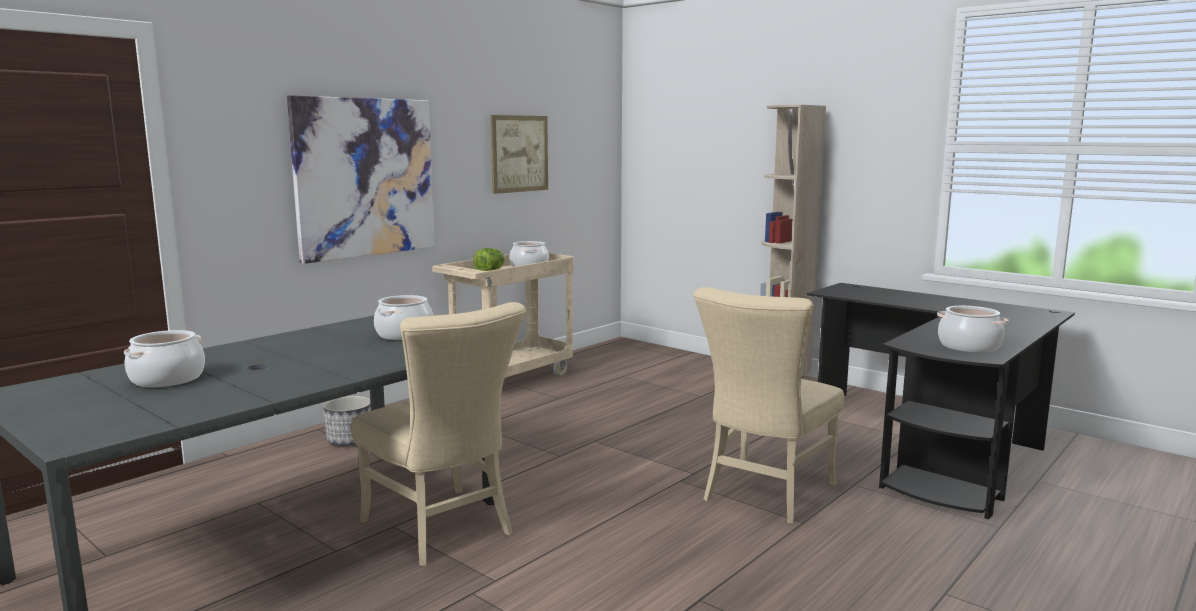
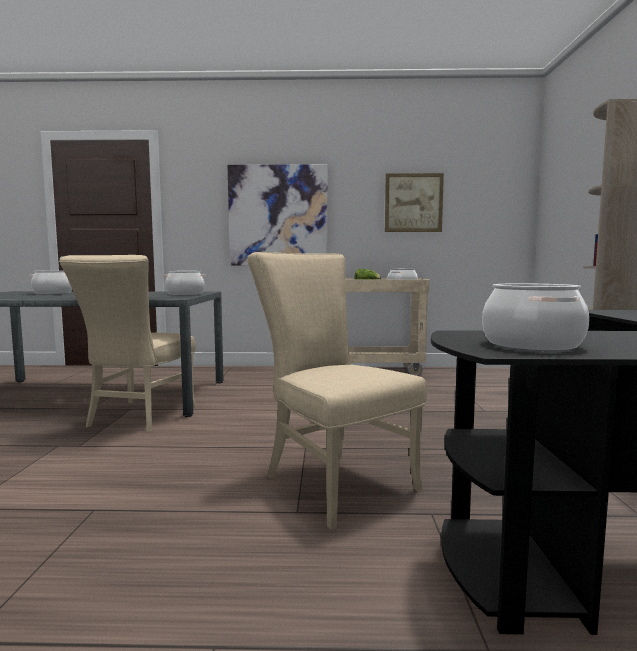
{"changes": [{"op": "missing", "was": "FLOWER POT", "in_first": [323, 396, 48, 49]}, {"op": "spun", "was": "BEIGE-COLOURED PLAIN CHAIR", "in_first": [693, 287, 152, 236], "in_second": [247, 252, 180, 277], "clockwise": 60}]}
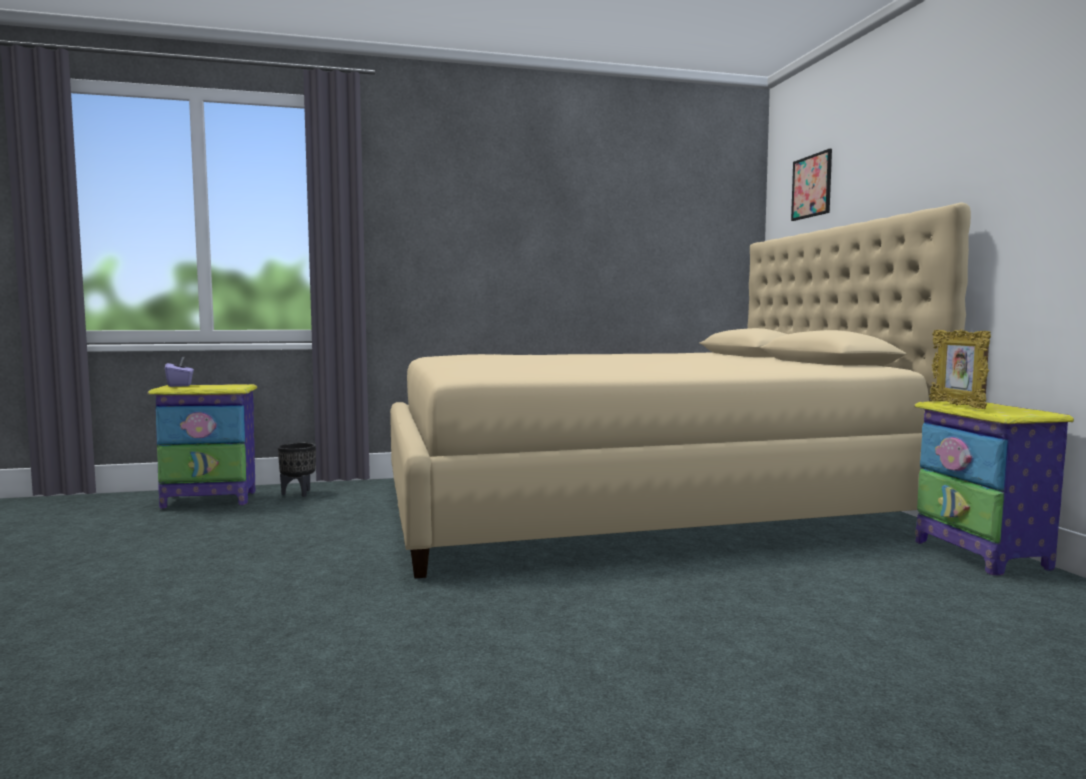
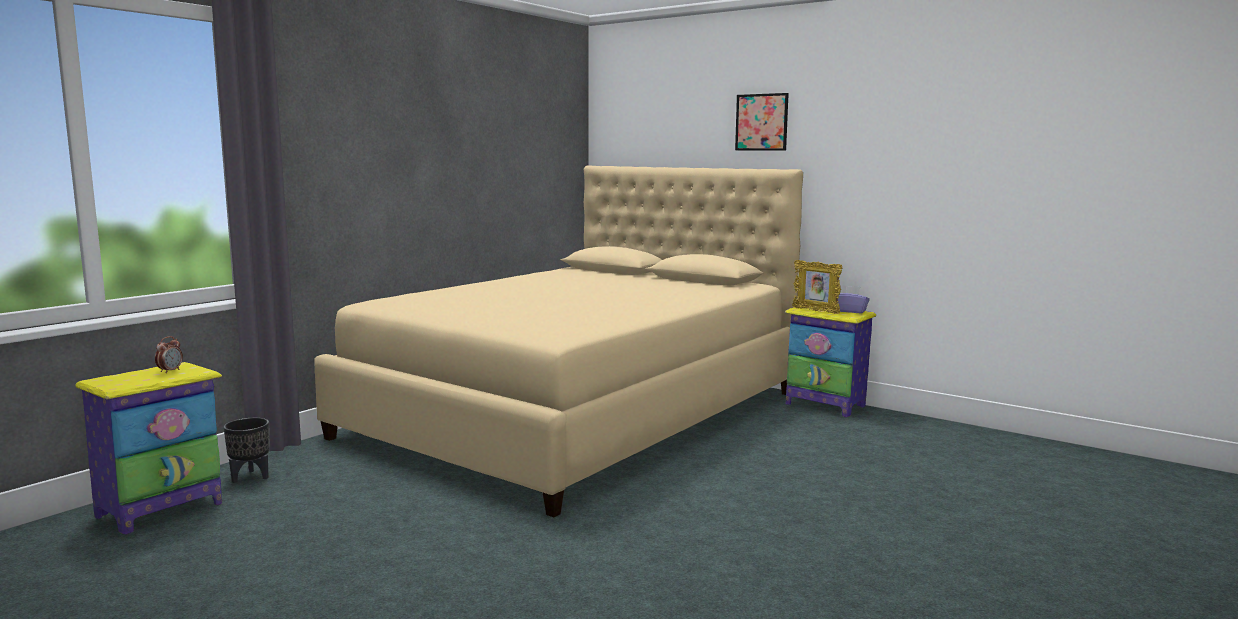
{"changes": [{"op": "relocated", "was": "PURPLISH TISSUE BOX", "in_first": [165, 356, 29, 31], "in_second": [837, 286, 33, 27]}, {"op": "relocated", "was": "WALL ART", "in_first": [791, 149, 41, 72], "in_second": [735, 93, 54, 58]}, {"op": "appeared", "now": "TABLE CLOCK", "in_second": [155, 336, 28, 37]}]}
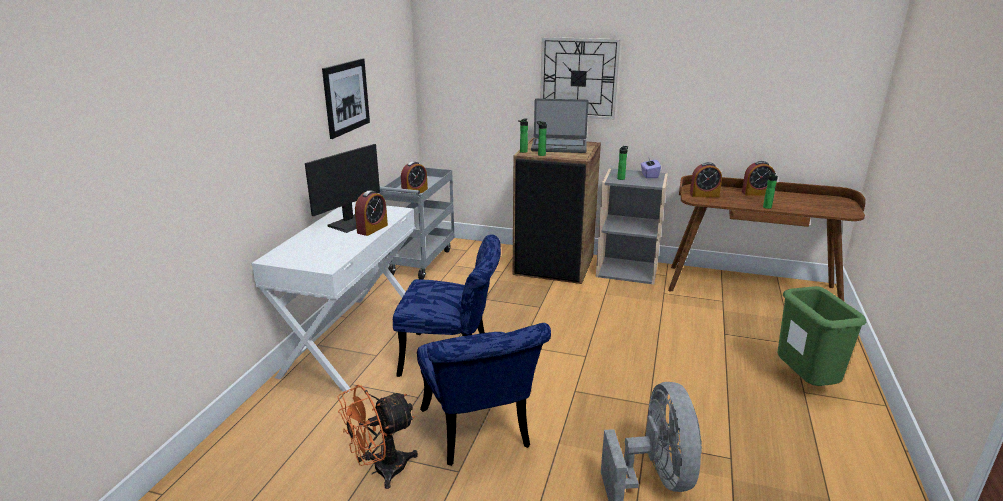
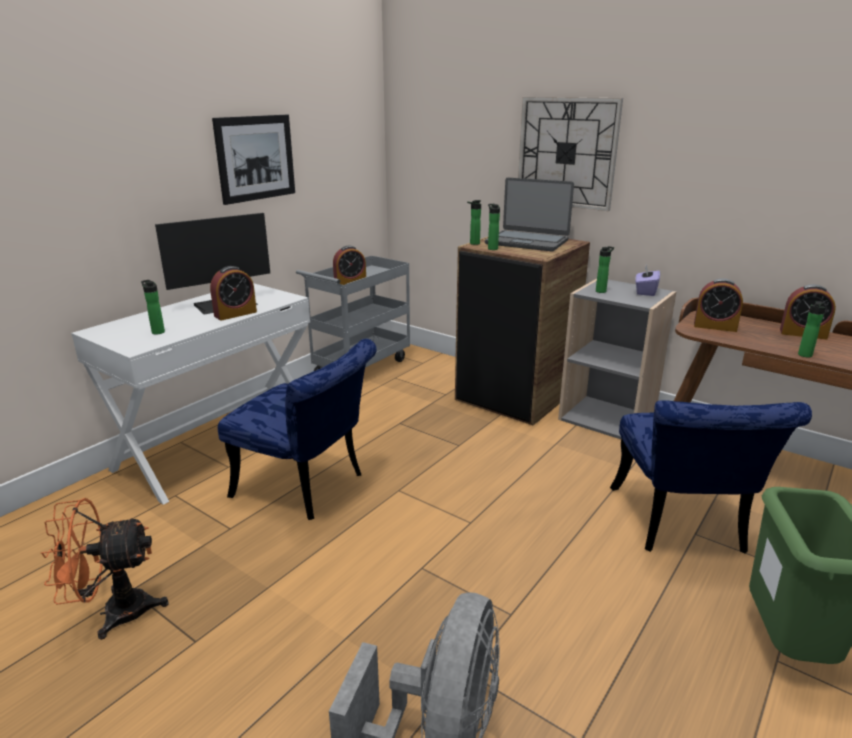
{"changes": [{"op": "relocated", "was": "BLUE PLAIN CHAIR", "in_first": [417, 323, 134, 143], "in_second": [610, 400, 202, 154]}, {"op": "appeared", "now": "BEVERAGE BOTTLE", "in_second": [141, 280, 24, 55]}]}
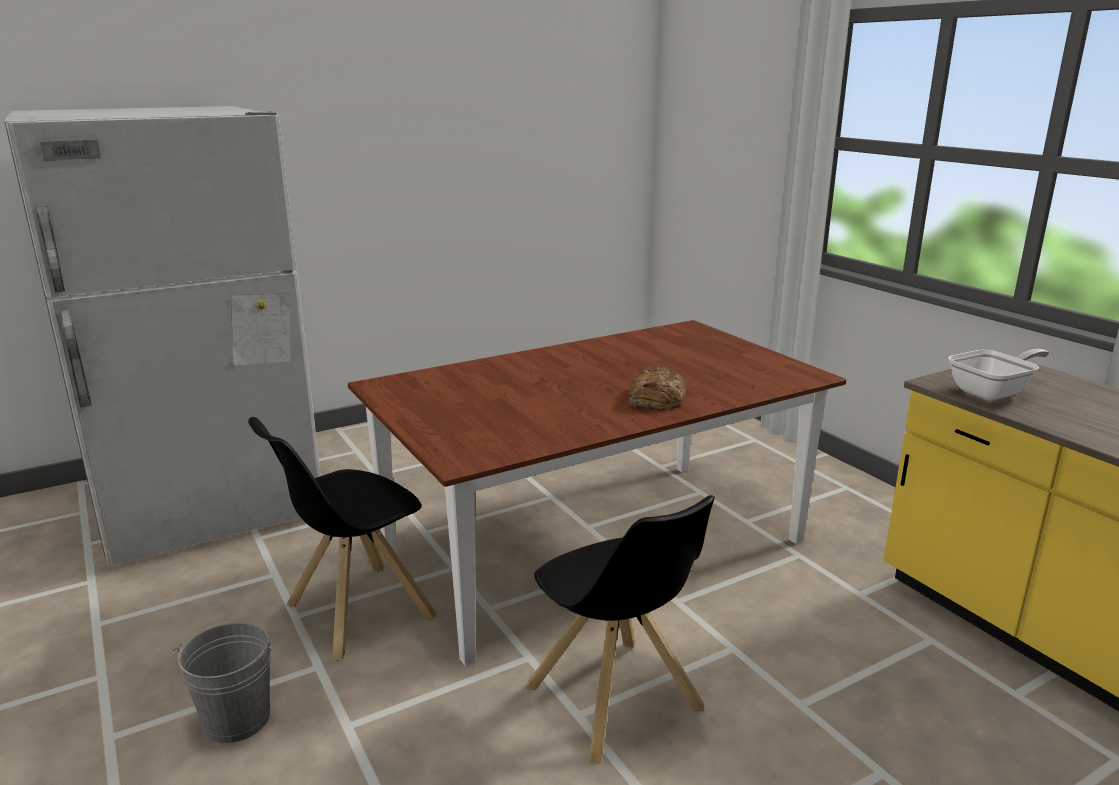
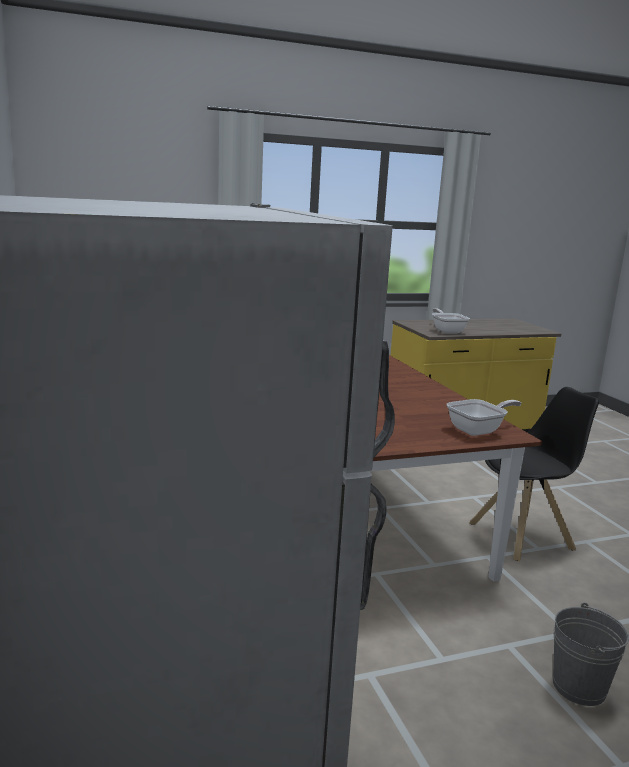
{"changes": [{"op": "missing", "was": "BLACK PLAIN CHAIR", "in_first": [248, 417, 188, 243]}, {"op": "missing", "was": "BREAD", "in_first": [627, 366, 60, 44]}, {"op": "appeared", "now": "FRYING PAN", "in_second": [447, 399, 74, 37]}]}
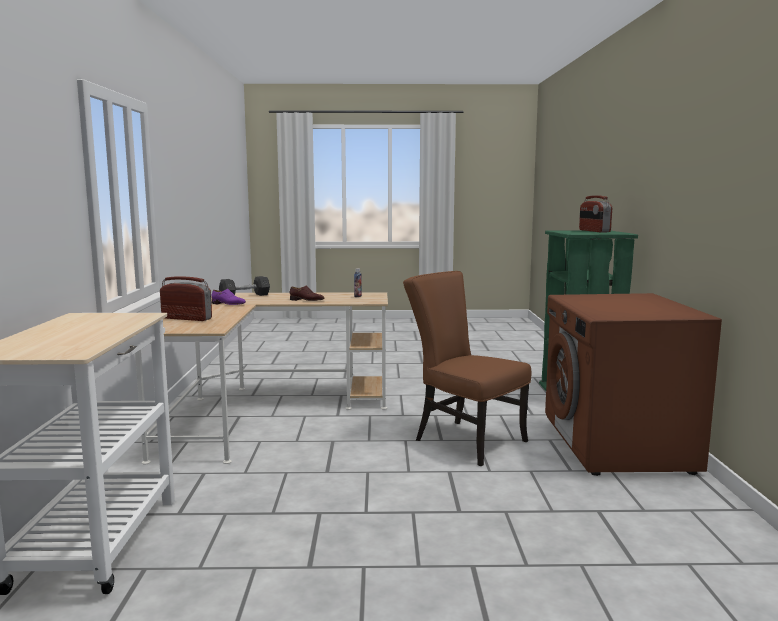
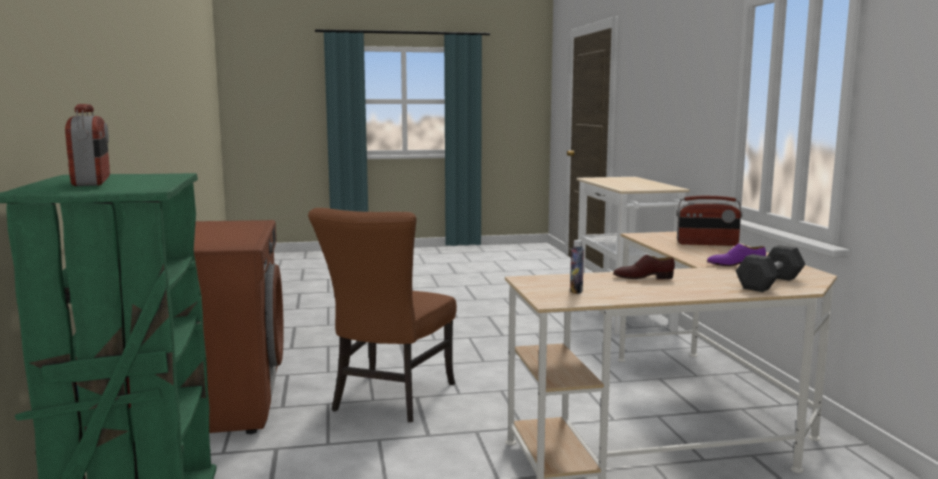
{"changes": [{"op": "spun", "was": "BROWNISH PLAIN CHAIR", "in_first": [403, 271, 128, 195], "in_second": [308, 208, 149, 214], "clockwise": 75}]}
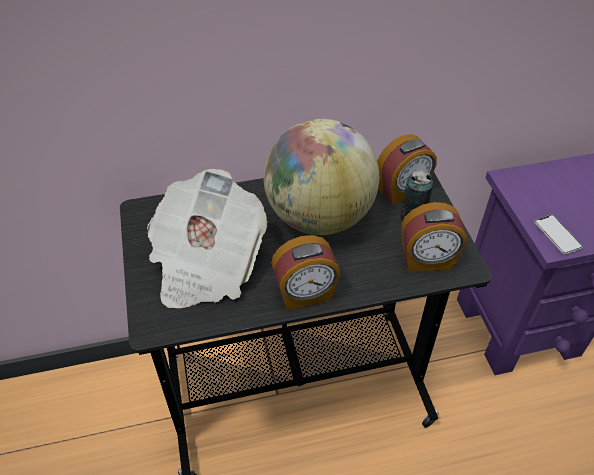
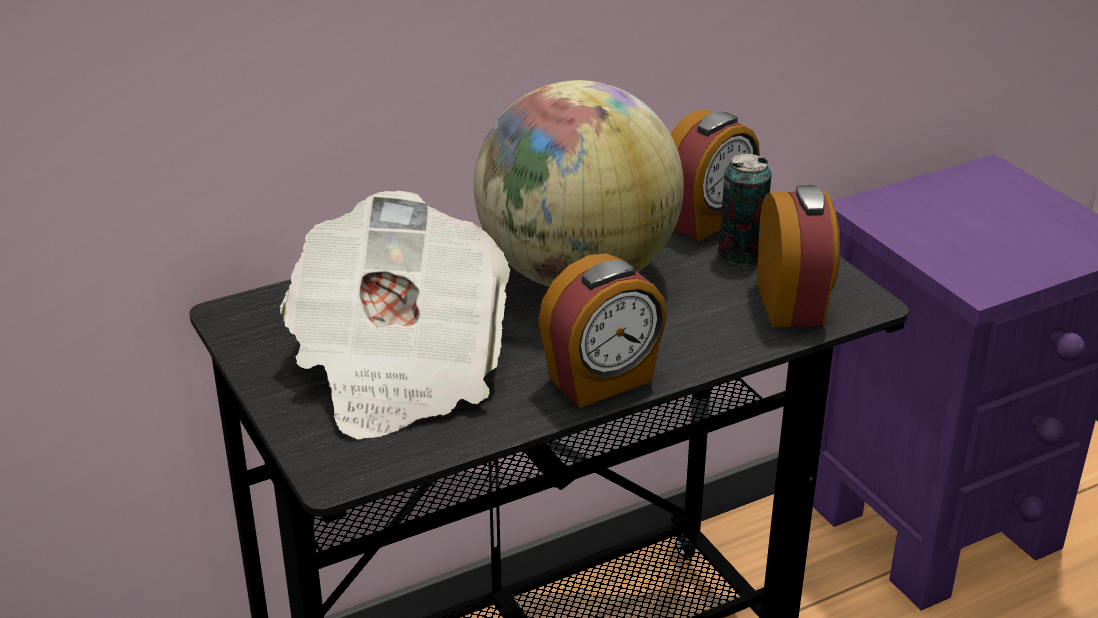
{"changes": [{"op": "spun", "was": "TABLE CLOCK", "in_first": [401, 202, 66, 70], "in_second": [757, 185, 83, 142], "clockwise": -75}, {"op": "missing", "was": "HANDSET", "in_first": [534, 215, 49, 40]}]}
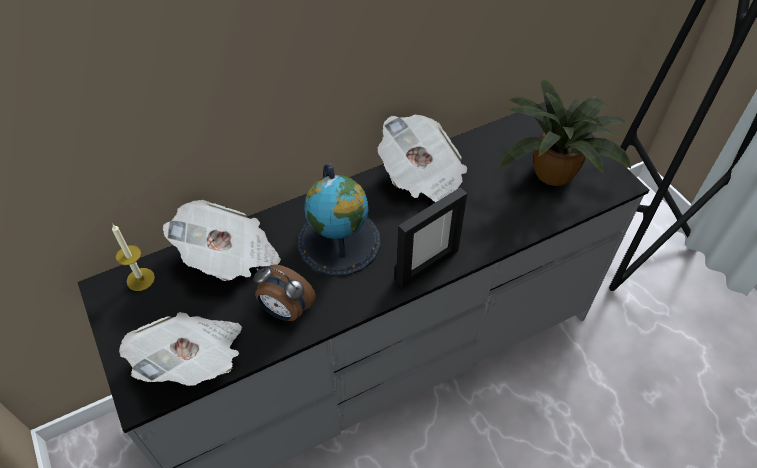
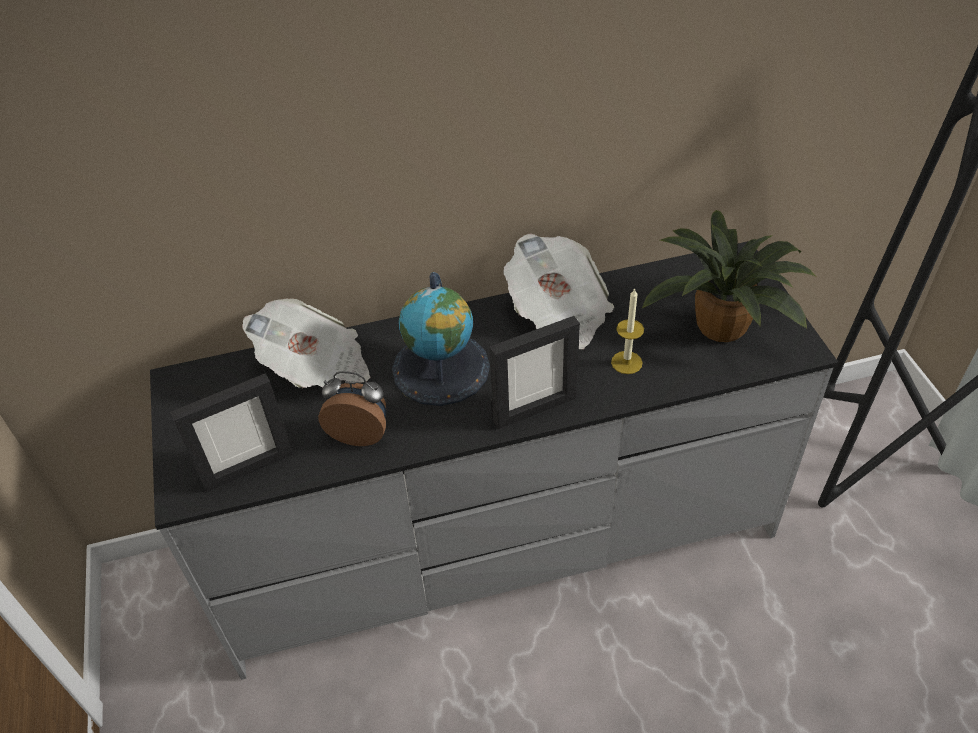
{"changes": [{"op": "relocated", "was": "WAX LIGHT", "in_first": [112, 224, 43, 67], "in_second": [611, 288, 33, 86]}, {"op": "exchanged", "was": "PRINTED PAPER", "now": "PICTURE FRAME", "in_first": [119, 312, 123, 74], "in_second": [170, 373, 123, 119]}, {"op": "spun", "was": "TABLE CLOCK", "in_first": [253, 264, 63, 57], "in_second": [318, 371, 68, 75], "clockwise": 150}]}
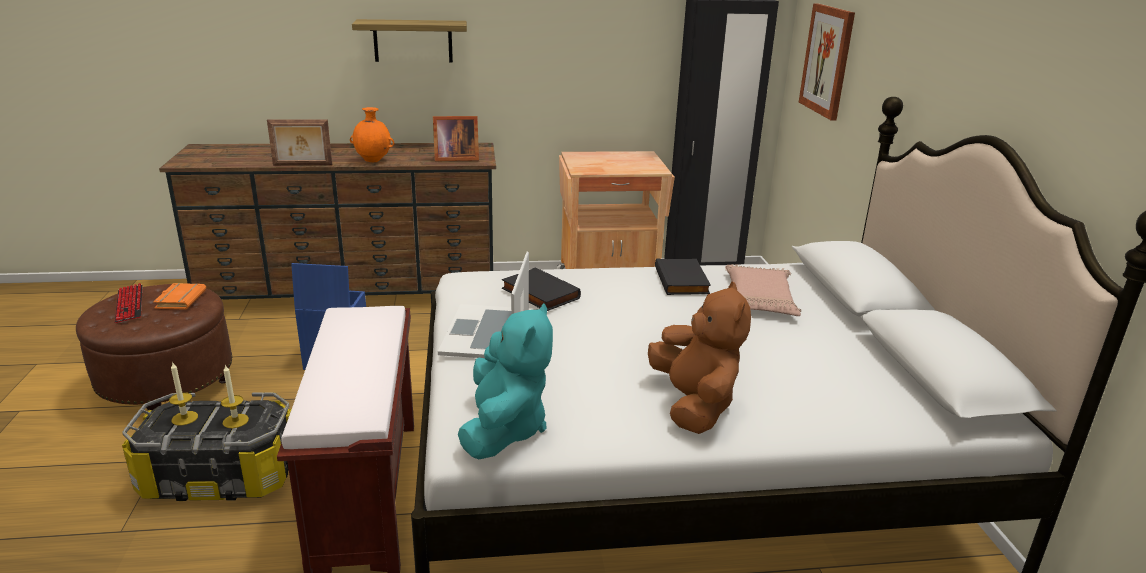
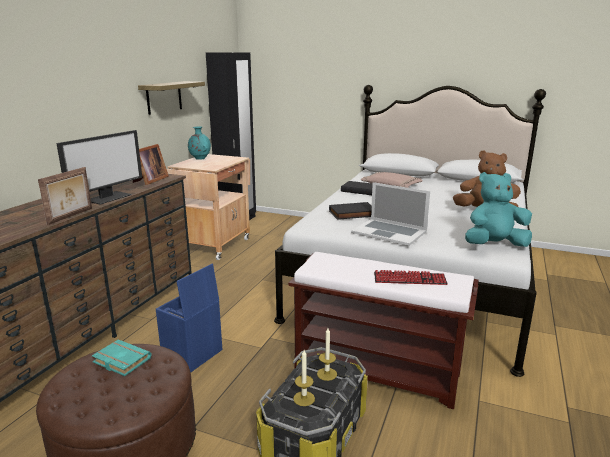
{"changes": [{"op": "relocated", "was": "KEYBOARD", "in_first": [115, 283, 28, 40], "in_second": [374, 270, 73, 15]}, {"op": "colour", "was": "ORANGE-COLOURED BOOK", "now": "TURQUOISE-COLOURED BOOK", "in_first": [153, 283, 53, 27], "in_second": [92, 339, 60, 37]}, {"op": "exchanged", "was": "ORANGE-COLOURED DECORATIVE VASE", "now": "COMPUTER DISPLAY", "in_first": [350, 107, 44, 55], "in_second": [56, 130, 86, 75]}, {"op": "relocated", "was": "SHELF", "in_first": [352, 19, 115, 43], "in_second": [138, 81, 67, 34]}, {"op": "spun", "was": "TURQUOISE-COLOURED PLUSH TOY", "in_first": [458, 303, 95, 156], "in_second": [465, 172, 67, 75], "clockwise": -45}, {"op": "missing", "was": "WALL ART", "in_first": [799, 3, 56, 117]}, {"op": "appeared", "now": "TURQUOISE-COLOURED DECORATIVE VASE", "in_second": [188, 126, 23, 34]}]}
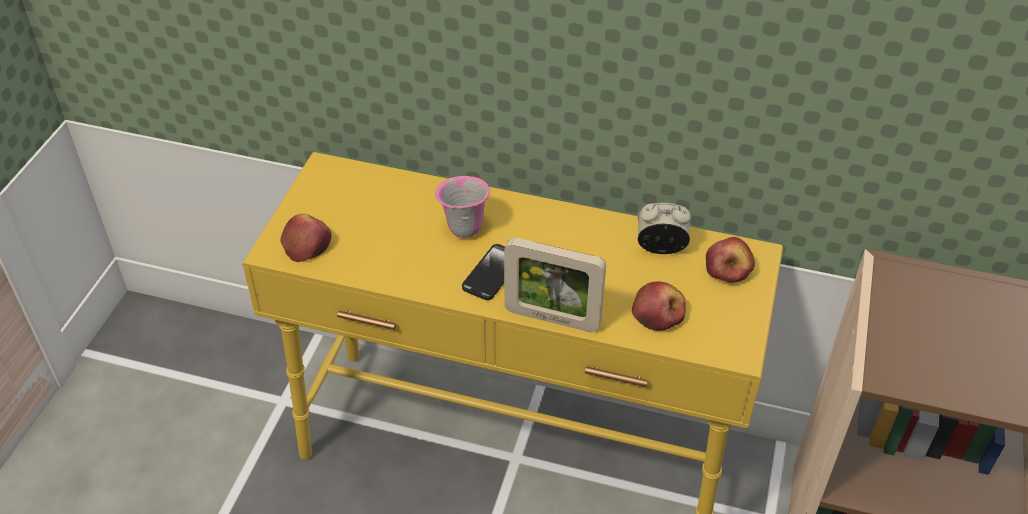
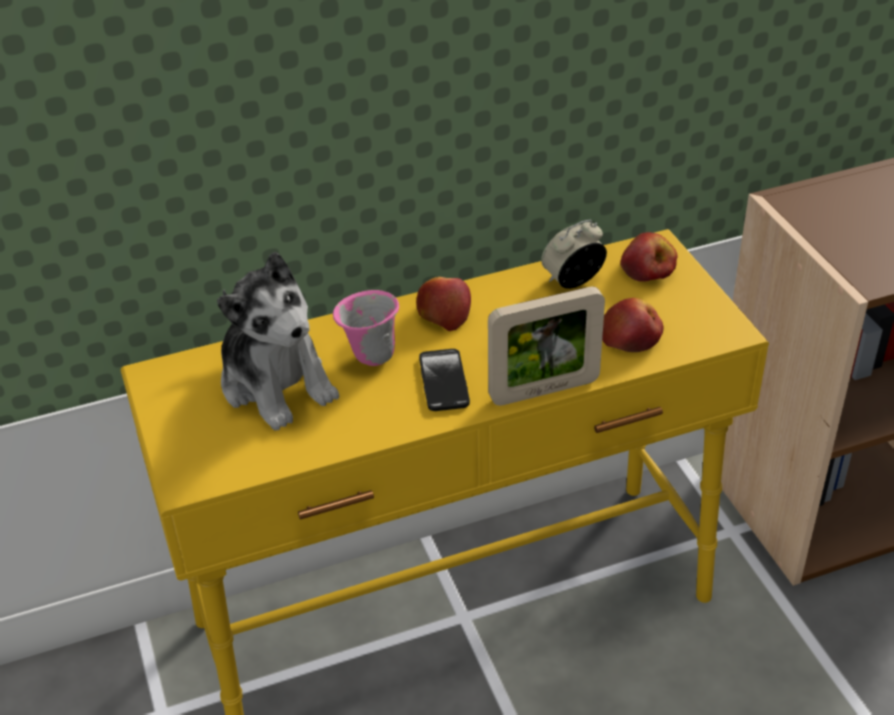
{"changes": [{"op": "relocated", "was": "APPLE", "in_first": [280, 213, 52, 49], "in_second": [416, 277, 55, 54]}, {"op": "appeared", "now": "PLUSH TOY", "in_second": [217, 252, 123, 178]}]}
